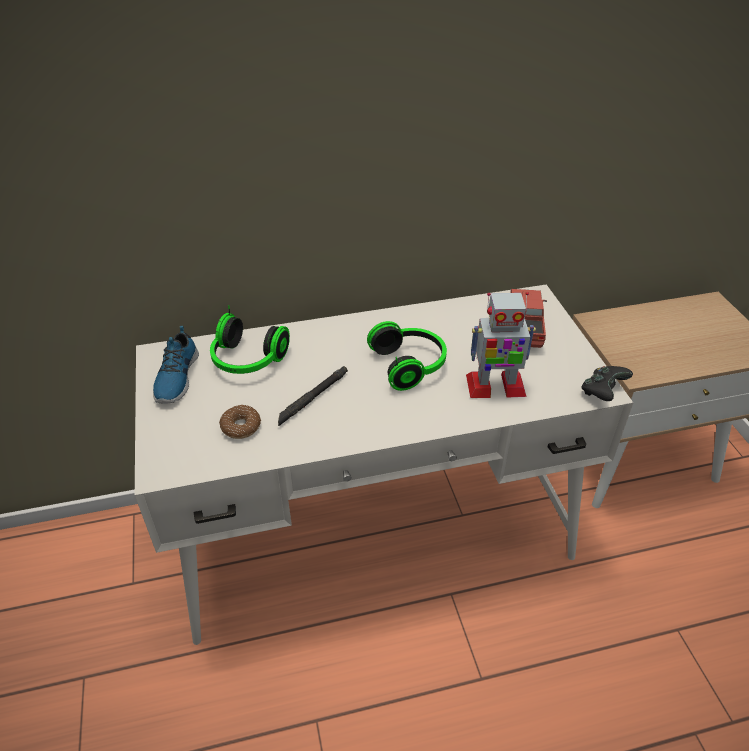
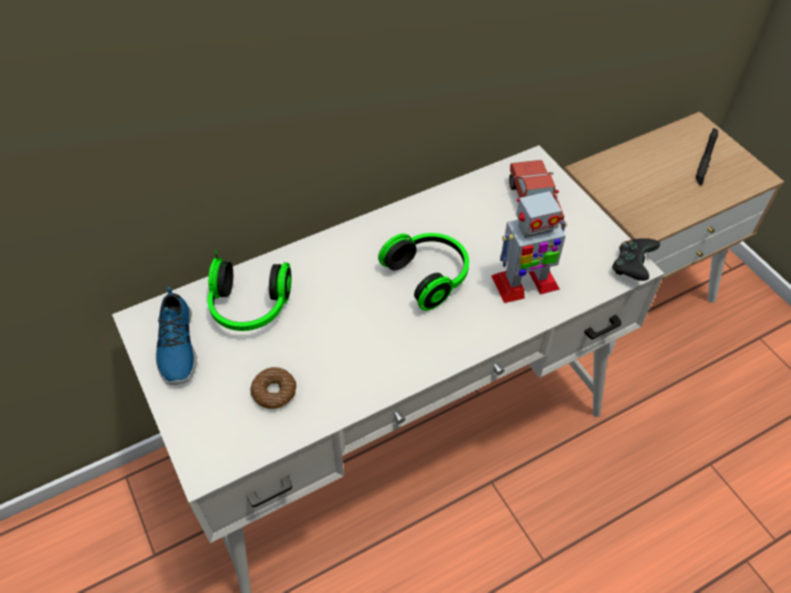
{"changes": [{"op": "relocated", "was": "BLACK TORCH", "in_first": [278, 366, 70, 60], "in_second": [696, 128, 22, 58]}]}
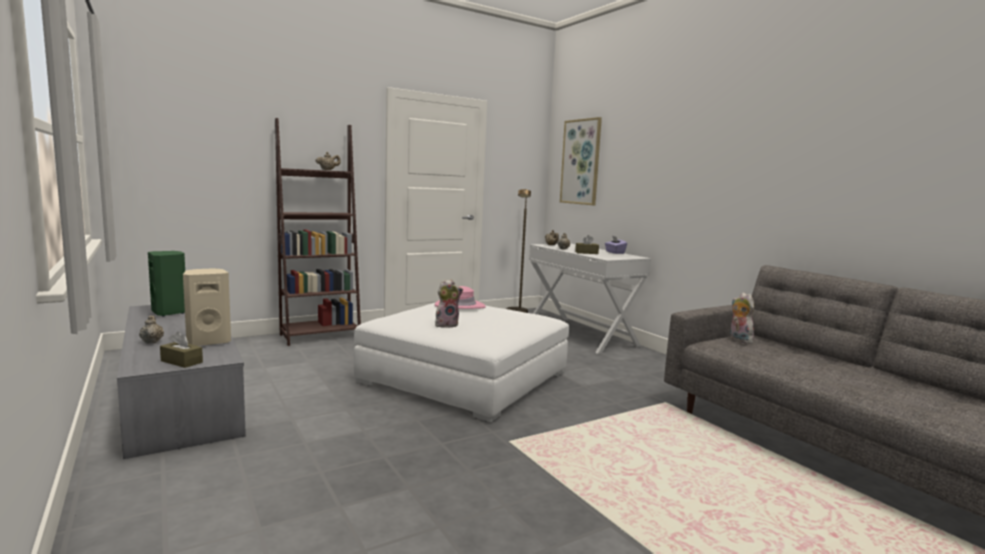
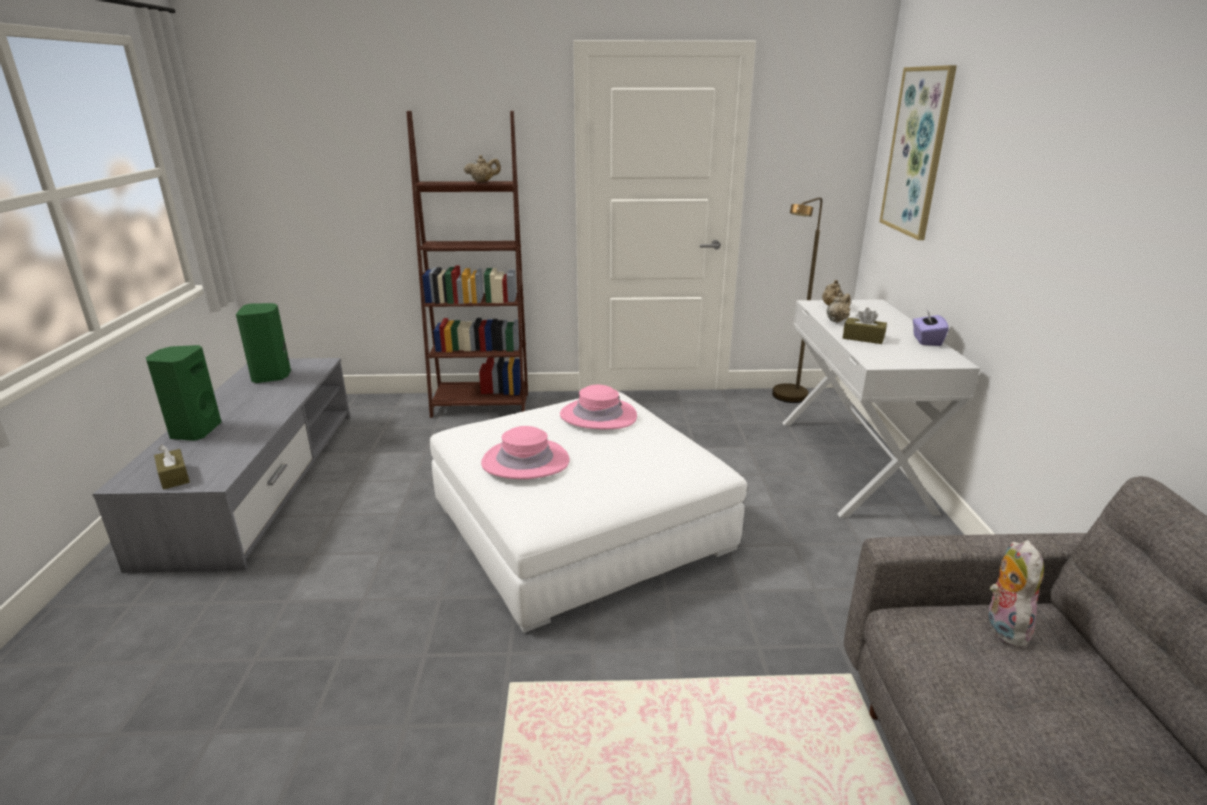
{"changes": [{"op": "exchanged", "was": "BEIGE-COLOURED TEA POT", "now": "GREENISH LOUDSPEAKER", "in_first": [139, 316, 25, 27], "in_second": [146, 345, 75, 96]}, {"op": "missing", "was": "BEIGE-COLOURED LOUDSPEAKER", "in_first": [183, 268, 48, 78]}, {"op": "exchanged", "was": "PLUSH TOY", "now": "PINK HAT", "in_first": [435, 279, 28, 49], "in_second": [481, 426, 89, 53]}]}
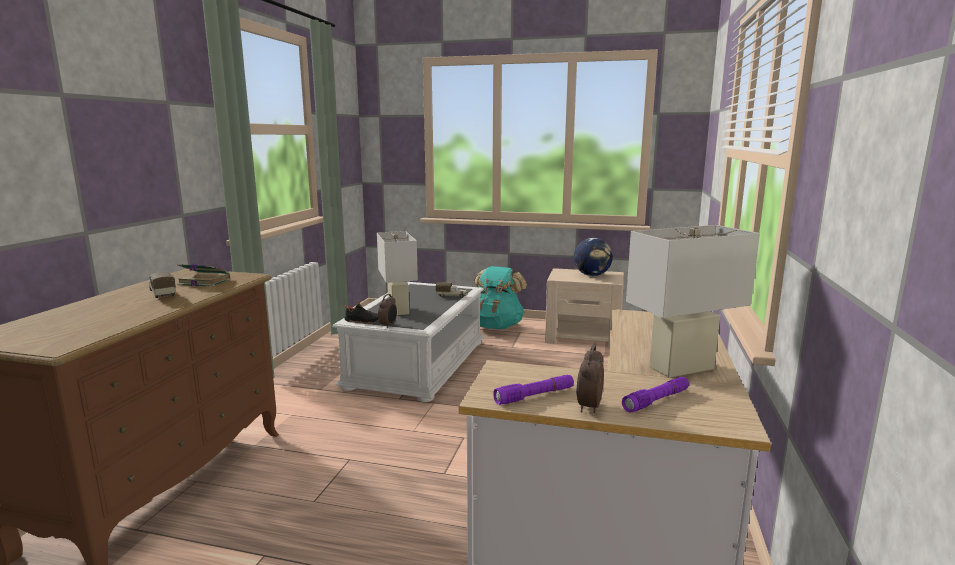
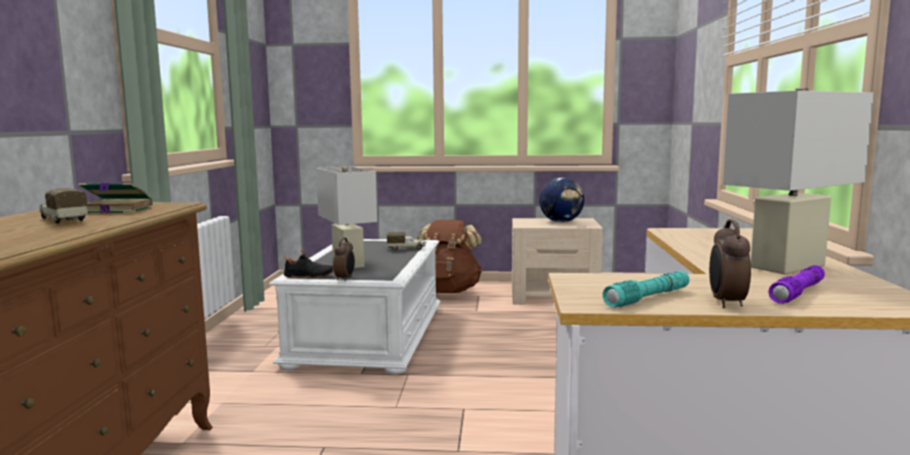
{"changes": [{"op": "colour", "was": "TURQUOISE-COLOURED BACKPACK", "now": "BROWNISH BACKPACK", "in_first": [474, 266, 53, 63], "in_second": [417, 220, 65, 73]}, {"op": "colour", "was": "PURPLISH TORCH", "now": "TURQUOISE-COLOURED TORCH", "in_first": [493, 375, 81, 30], "in_second": [603, 271, 87, 37]}]}
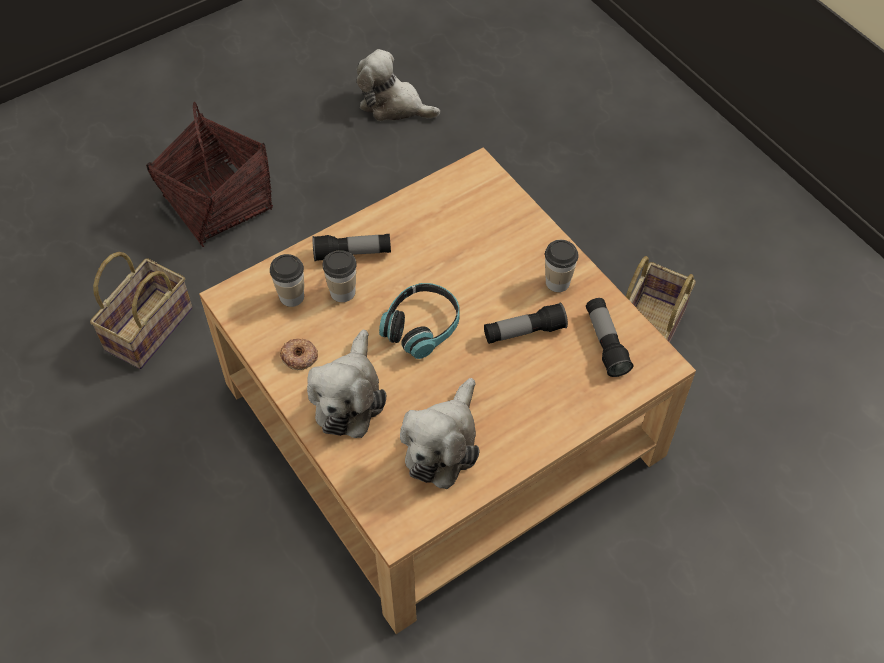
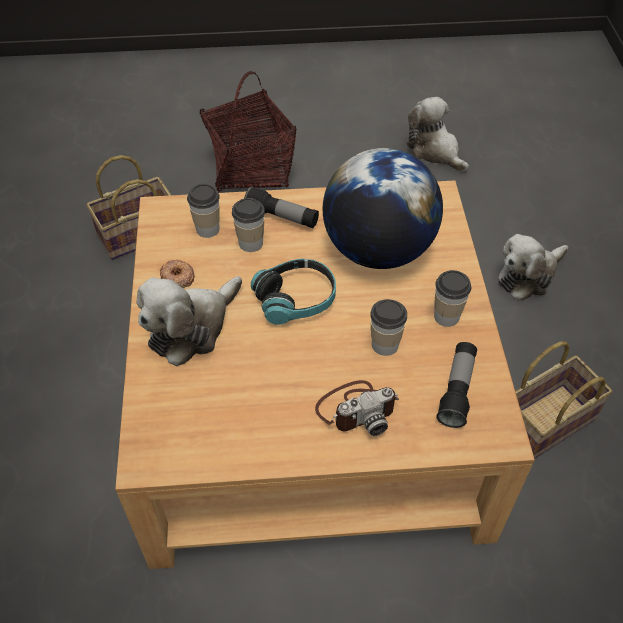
{"changes": [{"op": "relocated", "was": "PLUSH TOY", "in_first": [400, 378, 80, 111], "in_second": [498, 234, 71, 67]}, {"op": "exchanged", "was": "TORCH", "now": "SMALL CUP", "in_first": [484, 302, 84, 42], "in_second": [370, 299, 37, 57]}, {"op": "appeared", "now": "STILL CAMERA", "in_second": [315, 380, 84, 56]}, {"op": "appeared", "now": "DESK GLOBE", "in_second": [323, 148, 120, 121]}]}
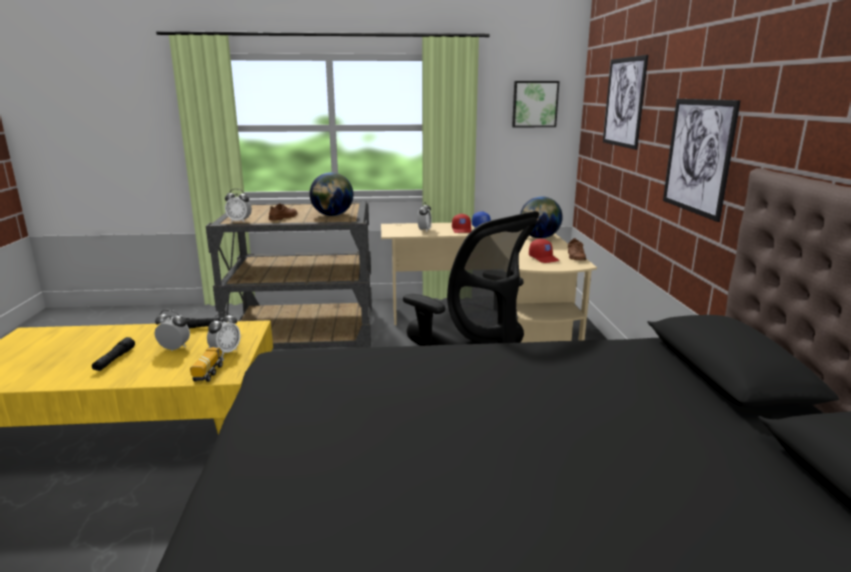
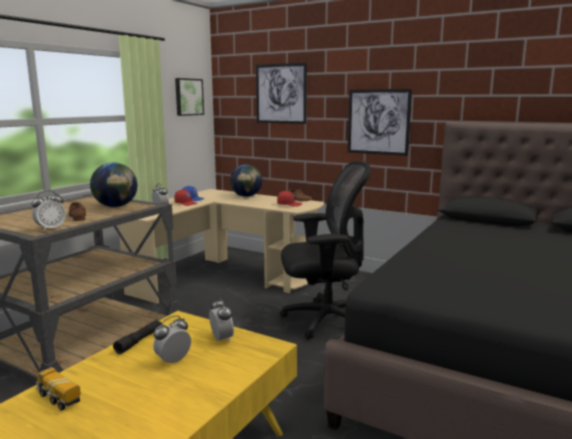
{"changes": [{"op": "missing", "was": "BLACK TORCH", "in_first": [92, 337, 43, 34]}, {"op": "relocated", "was": "MODEL TRUCK", "in_first": [190, 347, 34, 35], "in_second": [36, 367, 45, 44]}]}
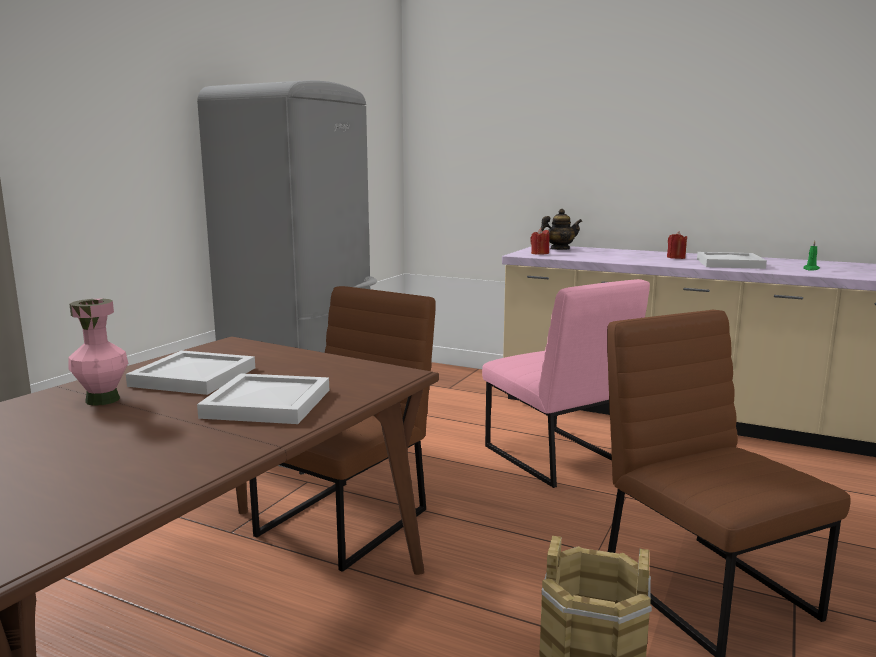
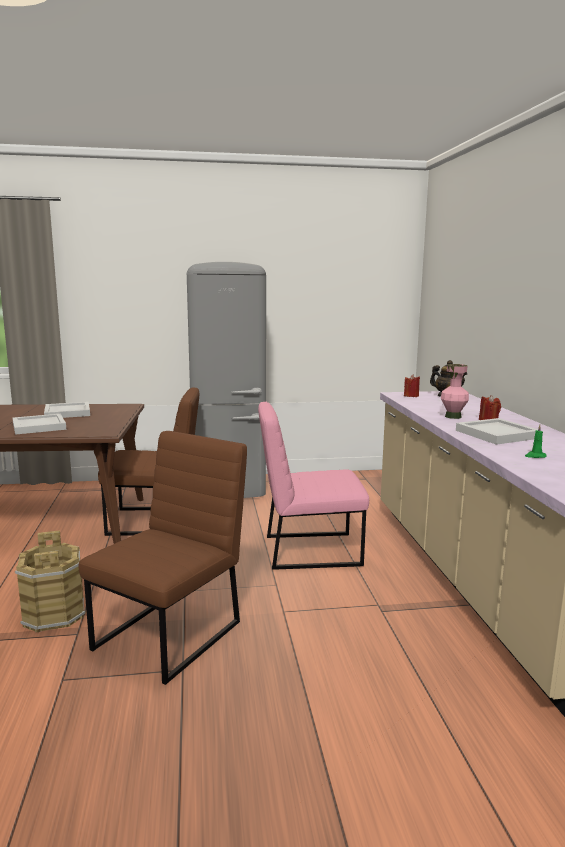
{"changes": [{"op": "relocated", "was": "PINK DECORATIVE VASE", "in_first": [68, 299, 60, 107], "in_second": [441, 364, 28, 55]}, {"op": "spun", "was": "PINK PLAIN CHAIR", "in_first": [482, 279, 168, 209], "in_second": [258, 402, 111, 168], "clockwise": 60}]}
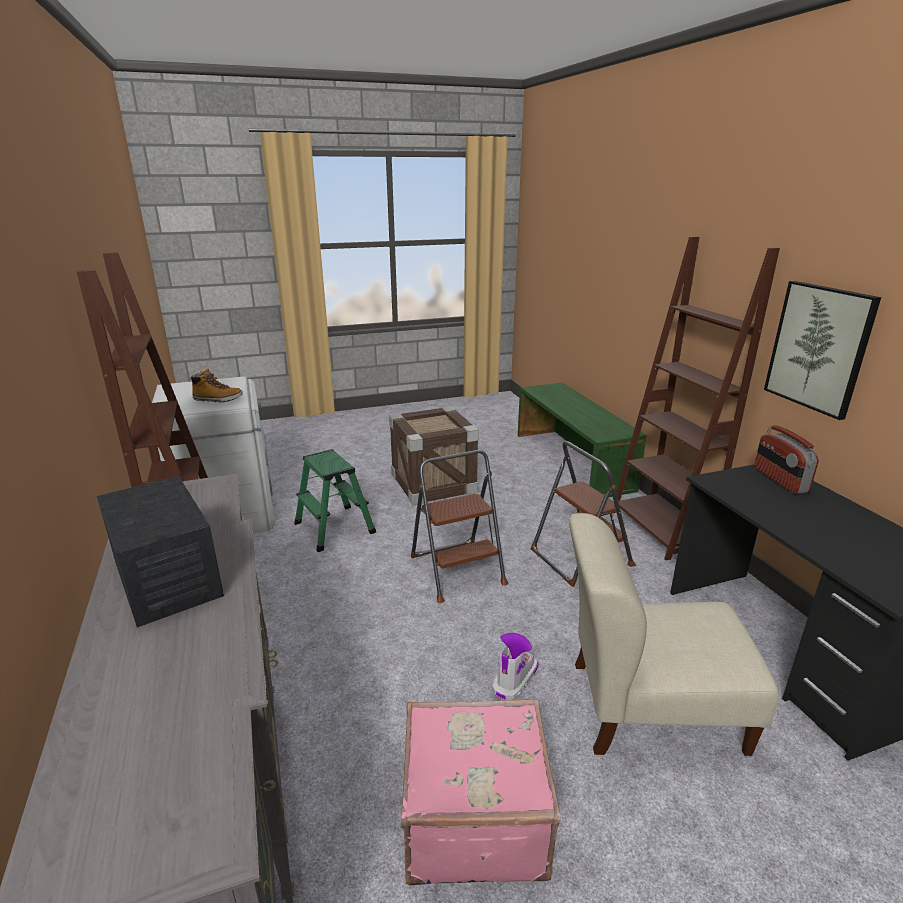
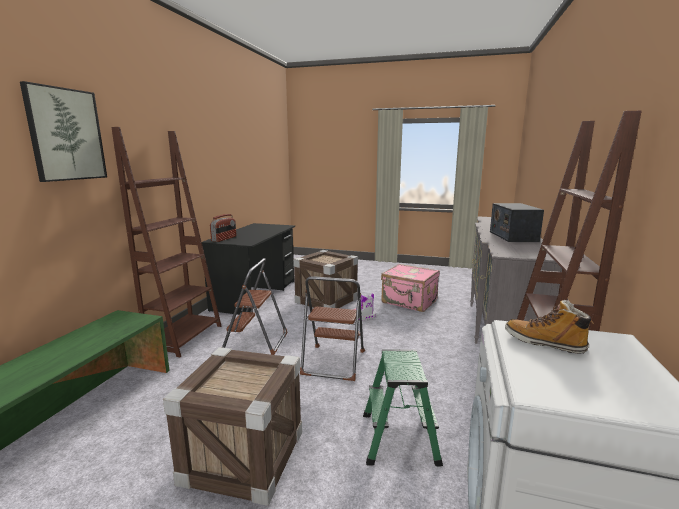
{"changes": [{"op": "exchanged", "was": "BEIGE-COLOURED PLAIN CHAIR", "now": "PACKING CRATE", "in_first": [569, 513, 210, 243], "in_second": [293, 250, 65, 58]}, {"op": "relocated", "was": "WALL ART", "in_first": [764, 281, 117, 139], "in_second": [20, 81, 87, 101]}]}
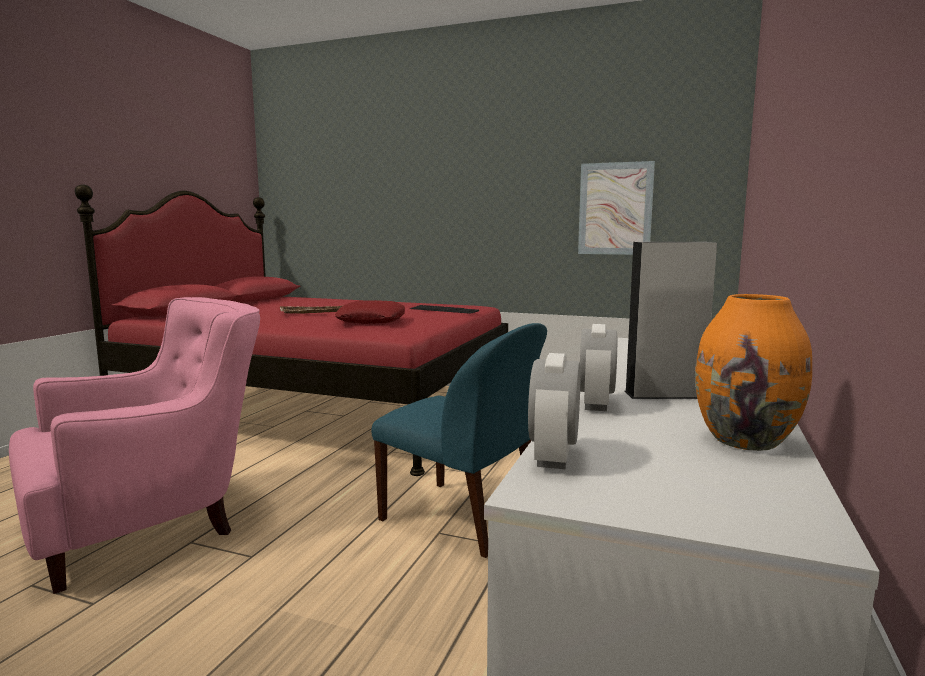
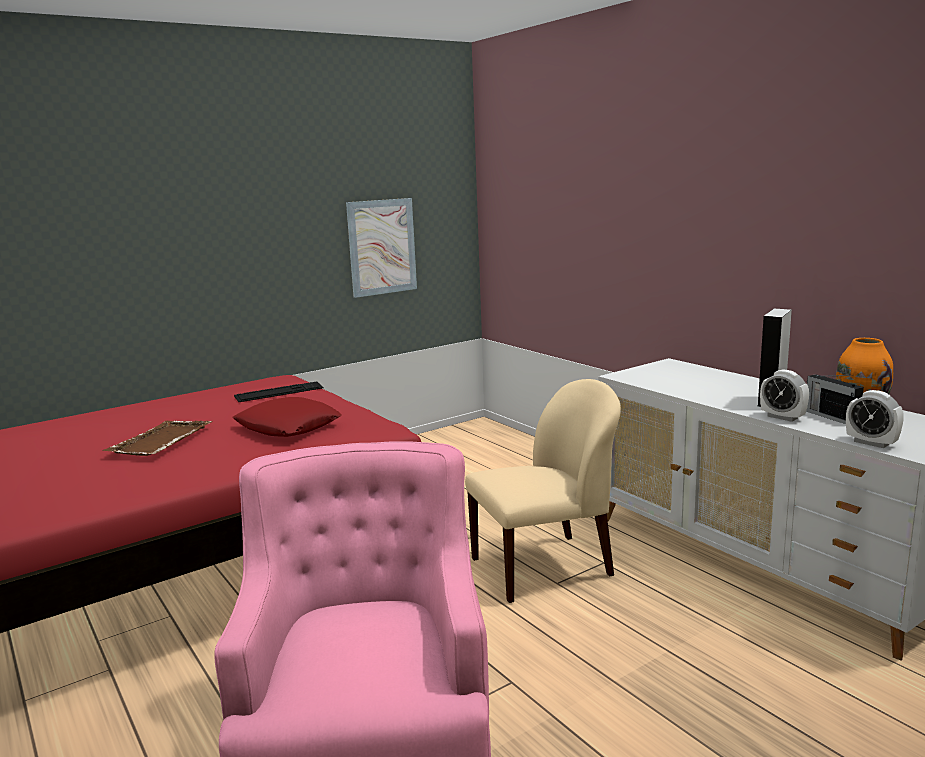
{"changes": [{"op": "colour", "was": "BLUE PLAIN CHAIR", "now": "BEIGE-COLOURED PLAIN CHAIR", "in_first": [371, 323, 176, 235], "in_second": [465, 379, 156, 224]}, {"op": "appeared", "now": "RADIO", "in_second": [806, 374, 58, 50]}]}
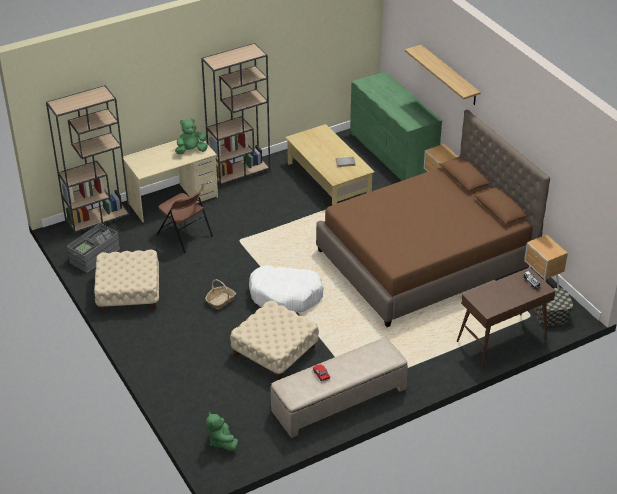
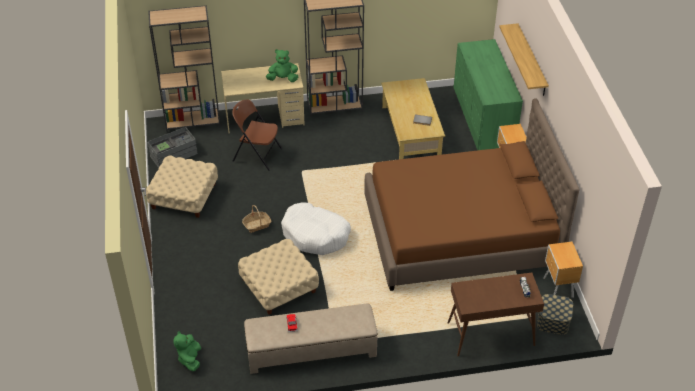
{"changes": [{"op": "spun", "was": "BROWNISH PLAIN CHAIR", "in_first": [156, 185, 57, 69], "in_second": [232, 99, 50, 72], "clockwise": 135}]}
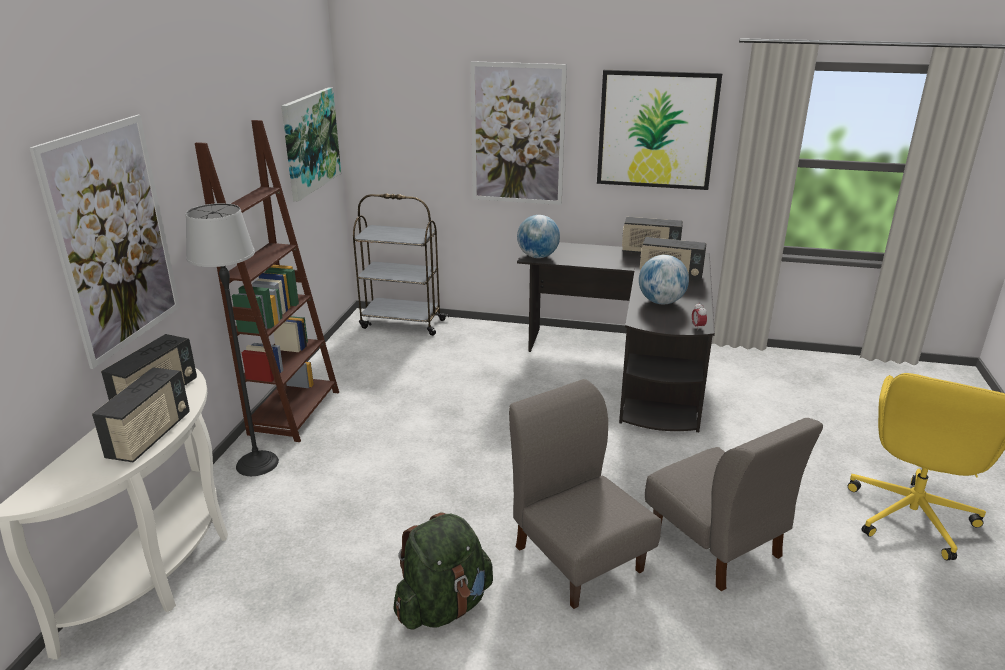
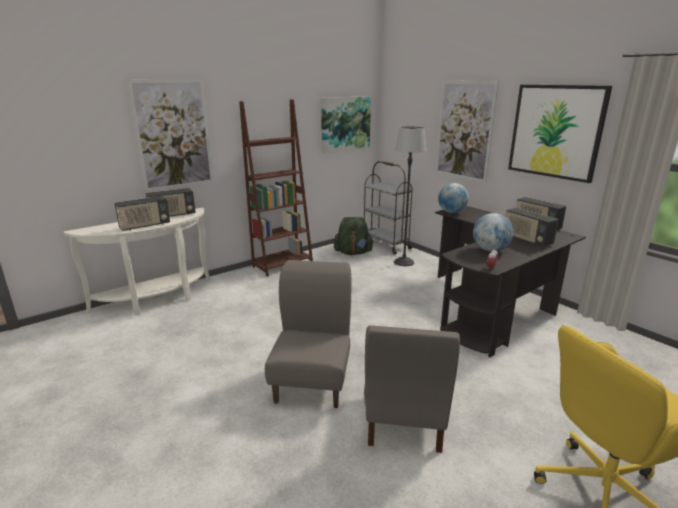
{"changes": [{"op": "relocated", "was": "STANDARD LAMP", "in_first": [186, 203, 93, 273], "in_second": [394, 126, 32, 140]}, {"op": "relocated", "was": "GREENISH BACKPACK", "in_first": [393, 512, 100, 118], "in_second": [334, 217, 40, 38]}]}
